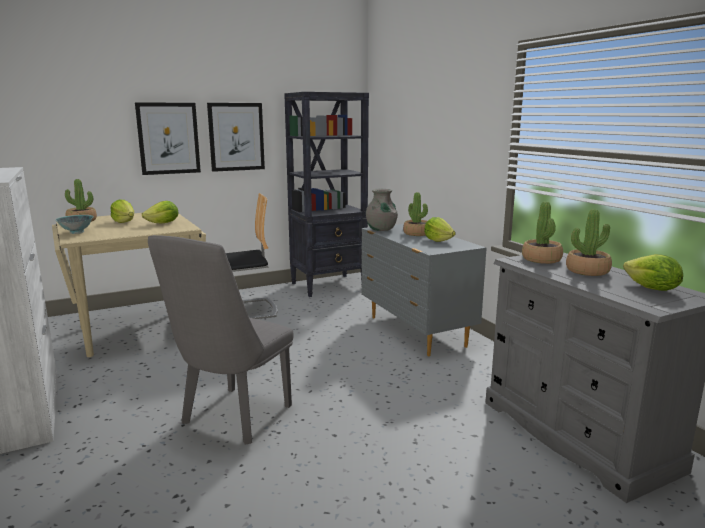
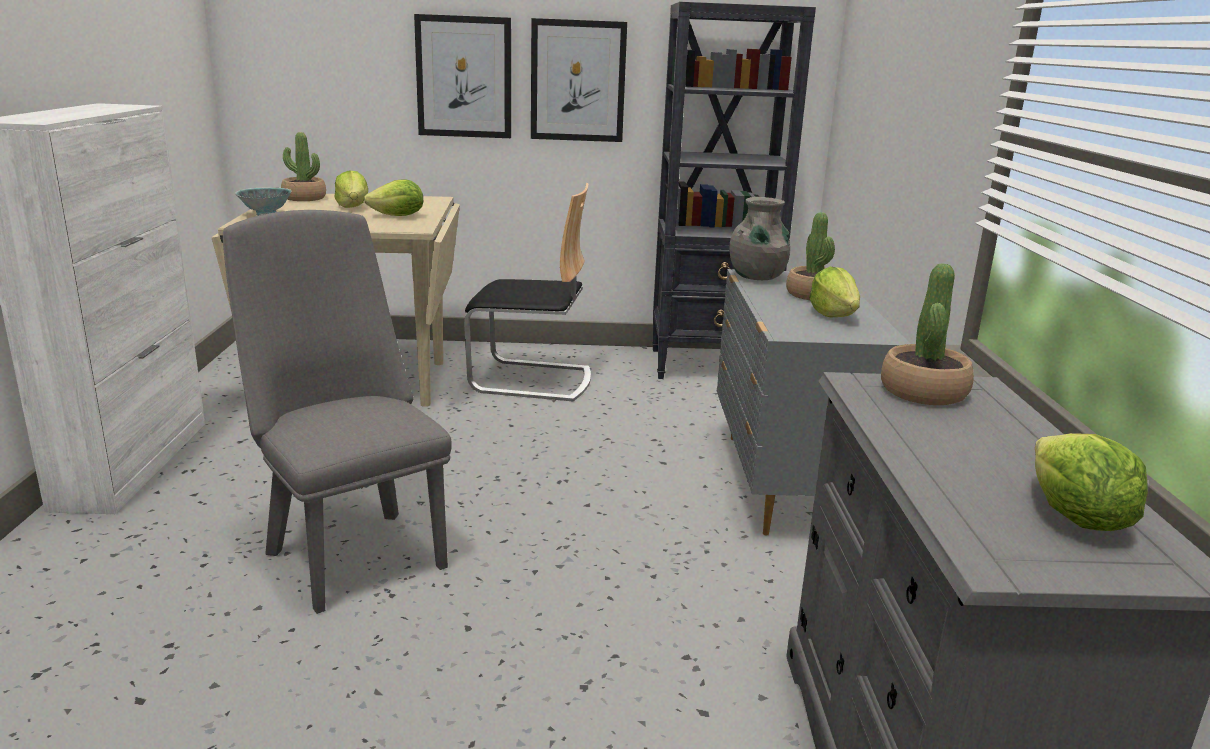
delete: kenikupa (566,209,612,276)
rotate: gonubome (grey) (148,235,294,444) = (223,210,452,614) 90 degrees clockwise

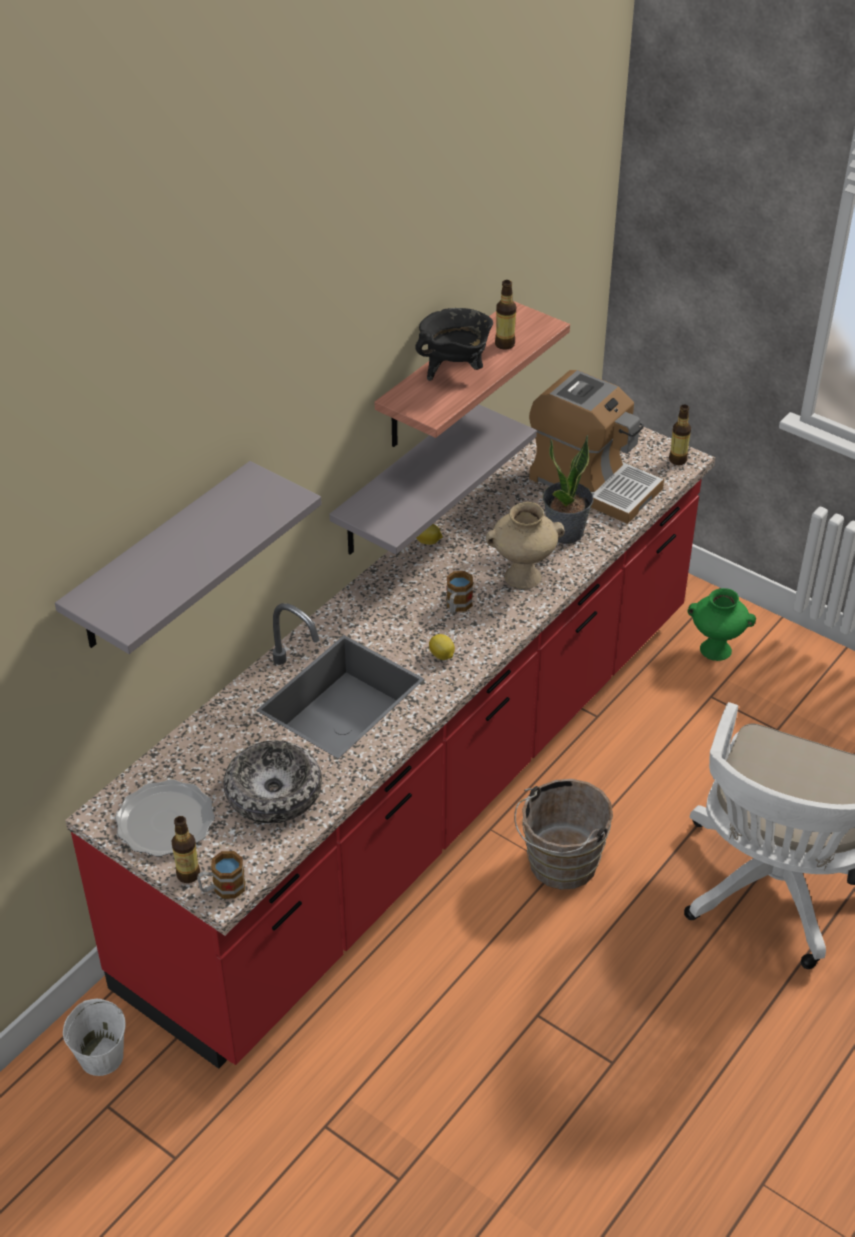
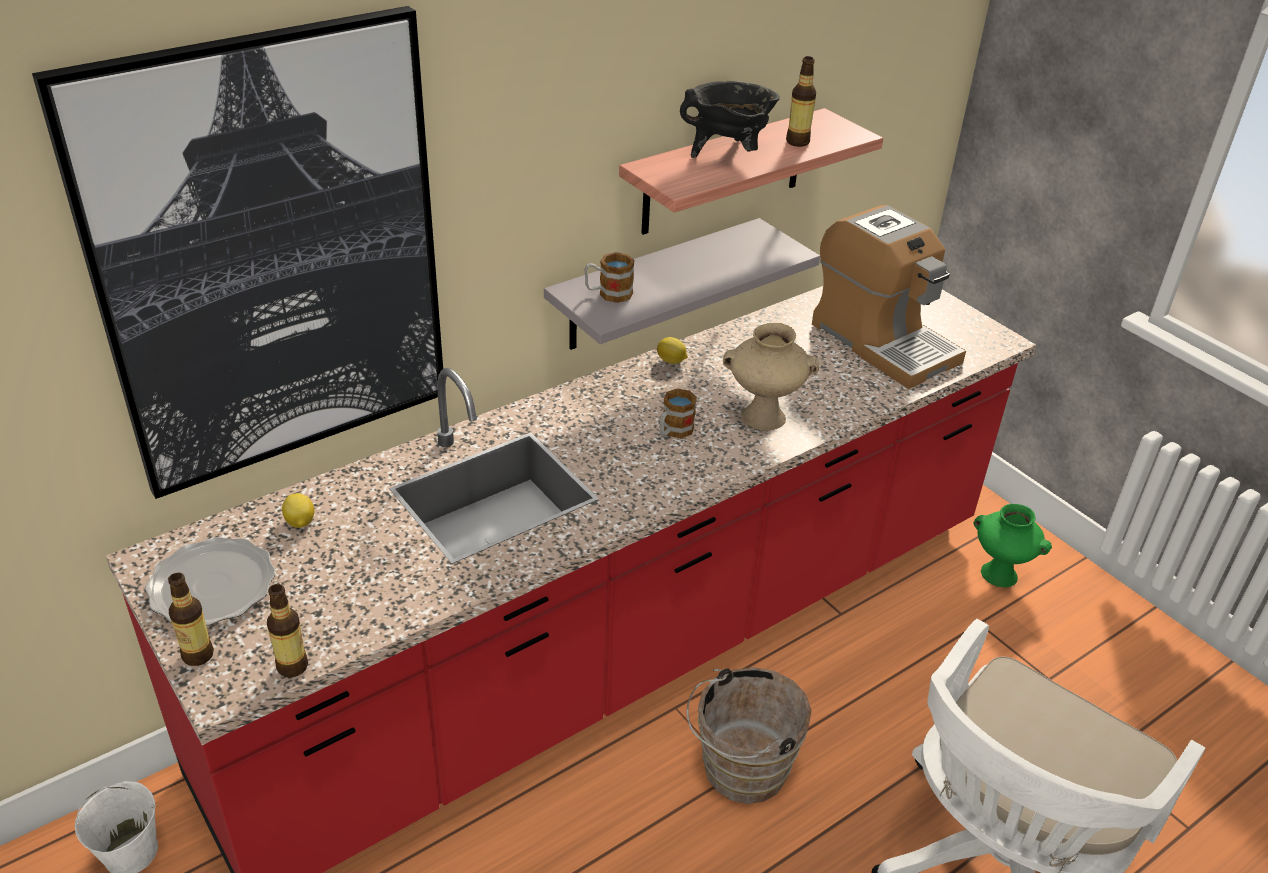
delete: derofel (224,740,322,823); kenikupa (543,435,593,544)
move: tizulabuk (197,851,246,899) to (584,252,635,303); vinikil (429,634,455,660) to (282,493,314,528); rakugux (669,405,691,465) to (267,584,308,678)
replace: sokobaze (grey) (55,461,322,654) to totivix (32,6,443,499)

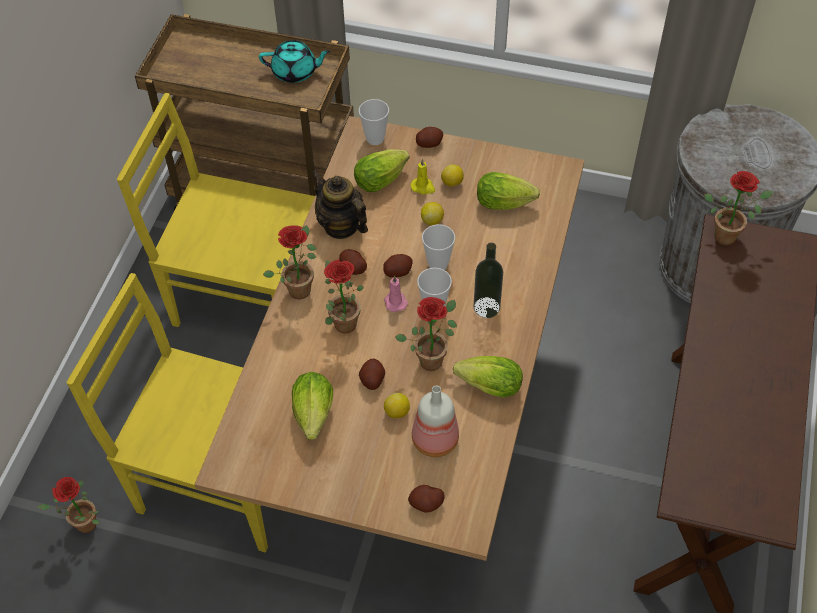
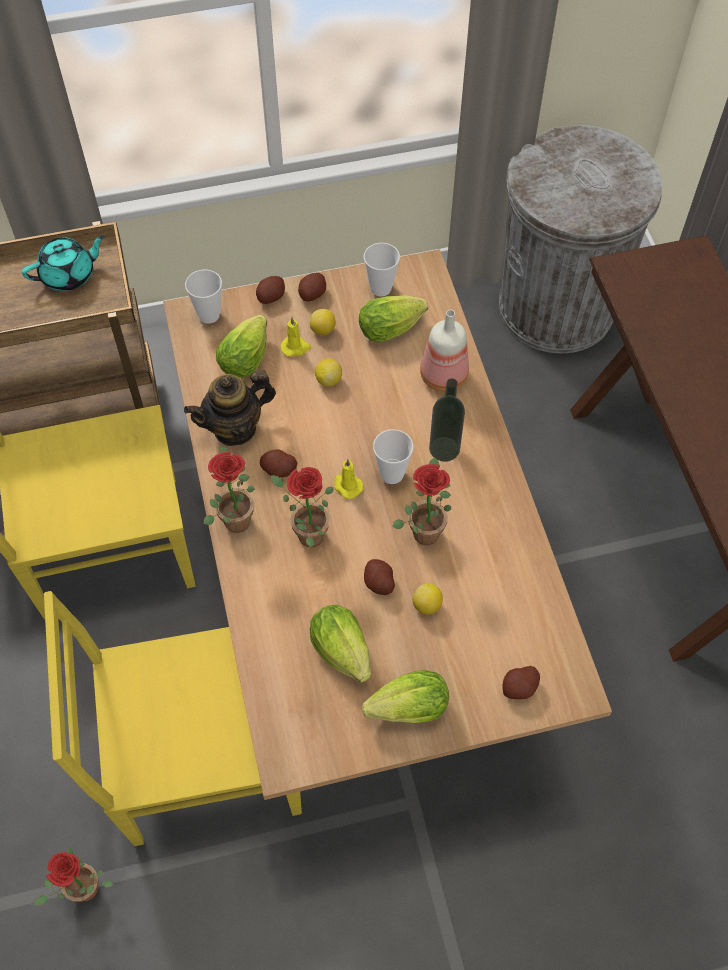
delete: kenikupa (704,171,773,245)
move: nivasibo (383,254,413,277) to (298,273,326,301); rakugux (412,385,459,457) to (420,310,469,392); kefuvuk (422,224,455,270) to (364,243,400,297); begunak (453,356,523,398) to (362,670,449,723)
recolor: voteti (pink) (384,275,408,312) to voteti (yellow) (334,459,363,499)
rotate: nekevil (312,170,368,239) = (184,370,276,446) 45 degrees counterclockwise

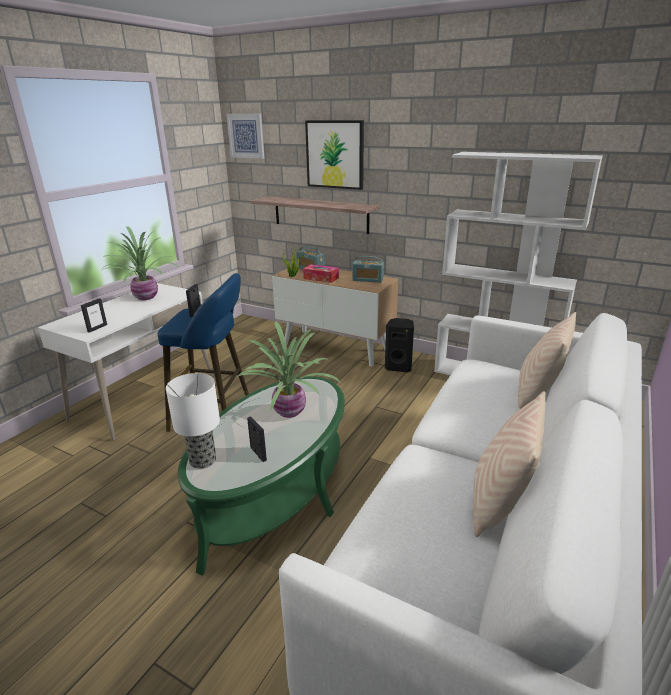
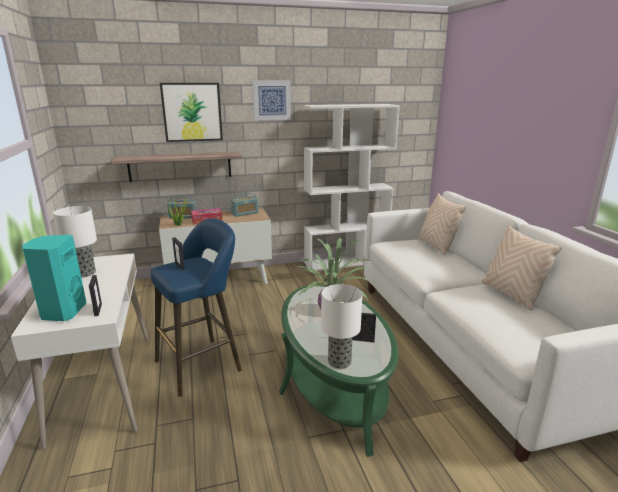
delete: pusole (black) (385,318,414,372)
insert: pusole (turquoise) (22,234,87,321)
move: totivix (226,114,264,159) to (252,80,291,120)
replace: kenikupa (102,226,180,300) to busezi (53,206,97,277)

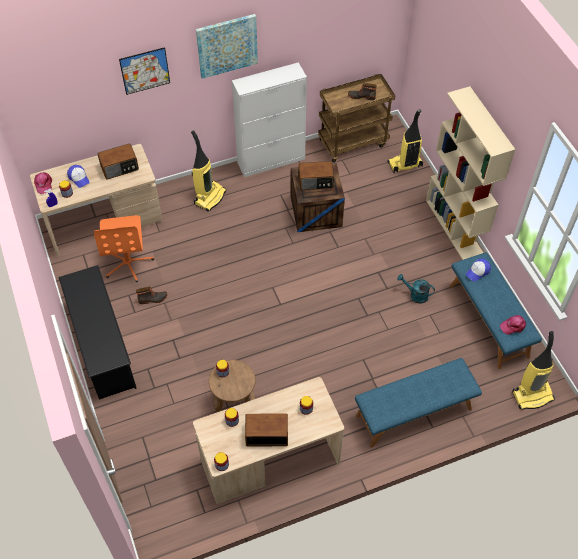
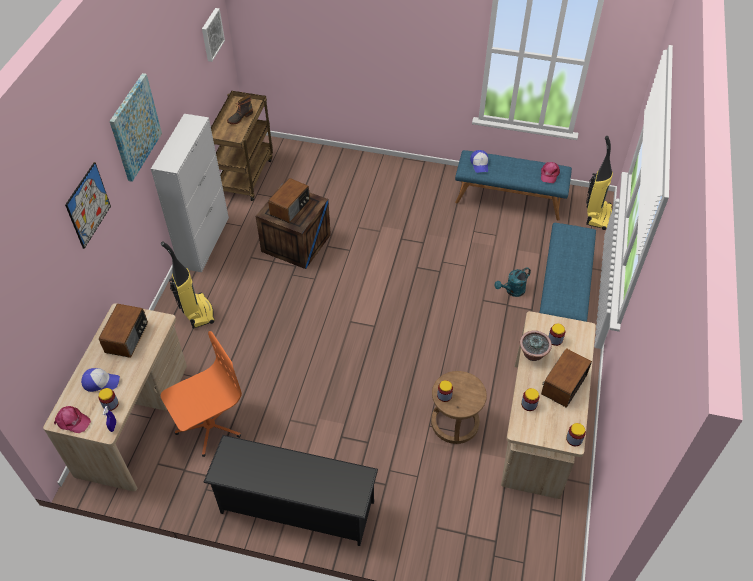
delete: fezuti (136,287,167,304); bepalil (388,109,423,173); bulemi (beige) (426,86,515,260)
insert: totivix (202,8,225,62); kenikupa (520,330,552,361)
move: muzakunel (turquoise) (397,274,435,304) to (494,267,531,297)
rotate: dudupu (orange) (94,215,154,282) = (161,331,242,457) 60 degrees counterclockwise

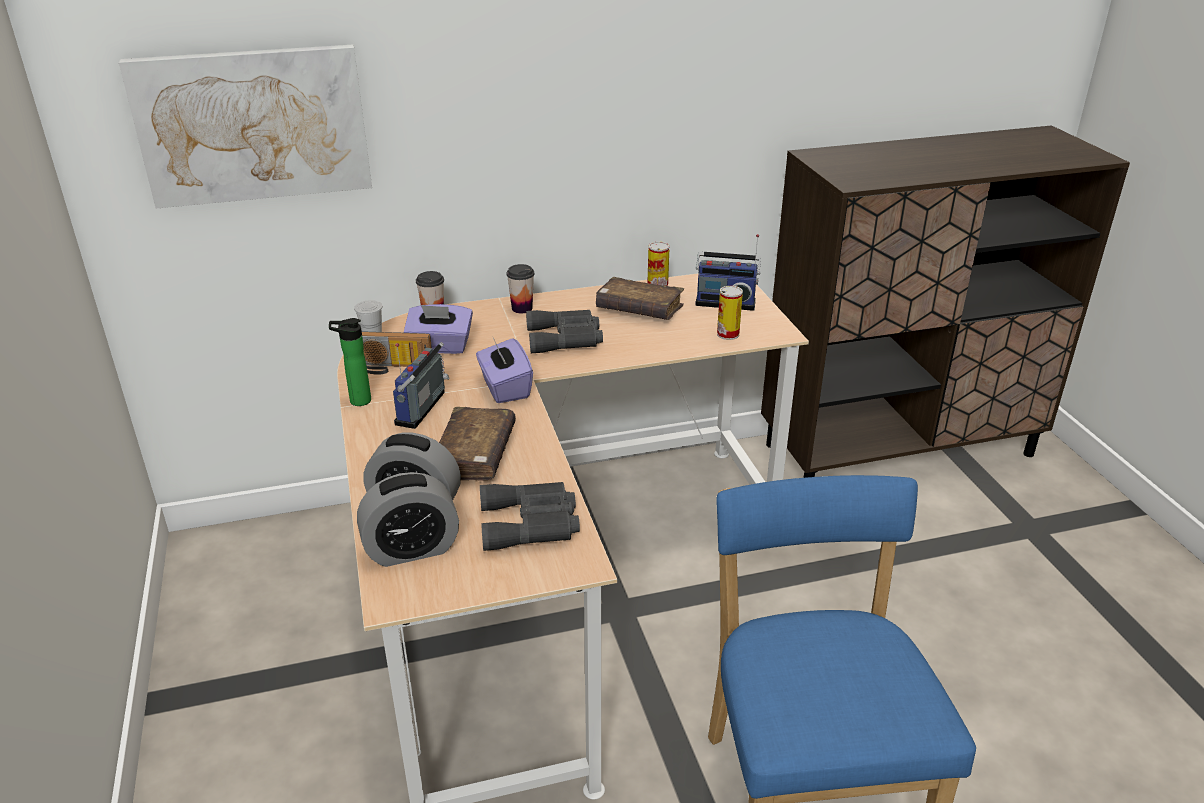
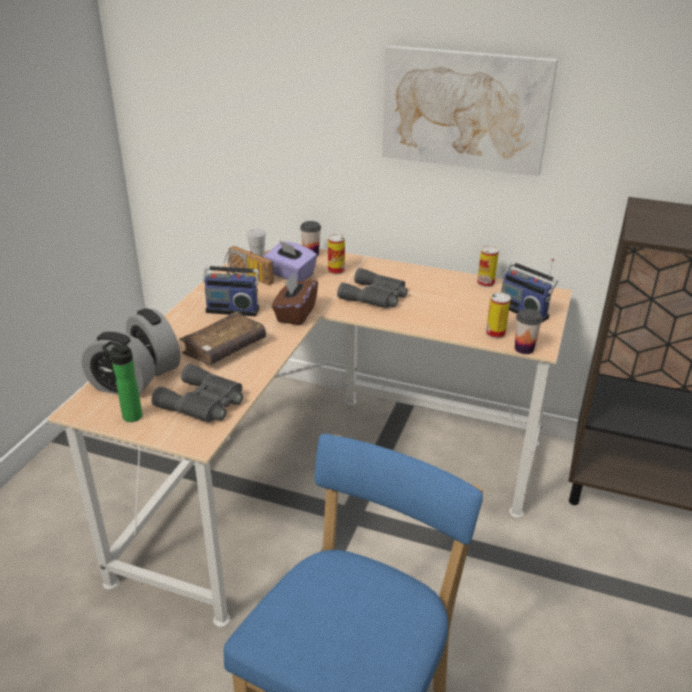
delete: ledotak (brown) (596,277,684,320)
insert: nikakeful (328,234,345,275)
move: totivix (119,45,372,209) to (382,45,558,176); rakugux (329,318,371,406) to (102,341,142,422); kefuvuk (507,264,534,313) to (515,309,543,354)
recolor: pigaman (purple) (476,337,533,403) to pigaman (brown) (272,273,318,325)
rotate: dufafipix (393,342,449,429) = (203,251,259,316) 135 degrees counterclockwise

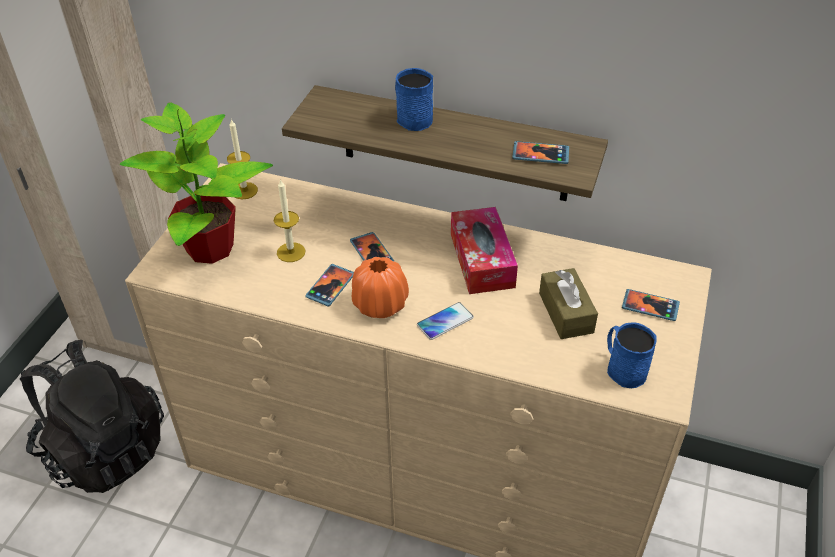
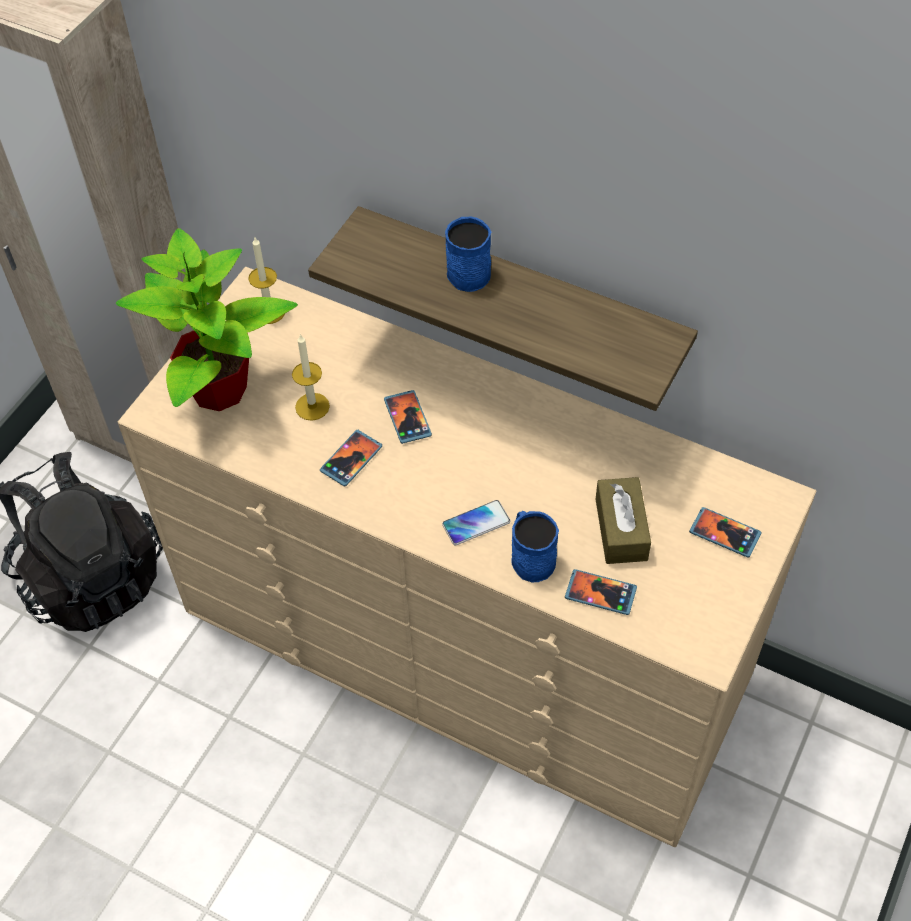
delete: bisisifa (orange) (352,257,409,318); pigaman (451,207,518,294)
move: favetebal (512,141,569,164) to (565,569,637,615); tizulabuk (blue) (607,322,657,388) to (511,511,559,582)

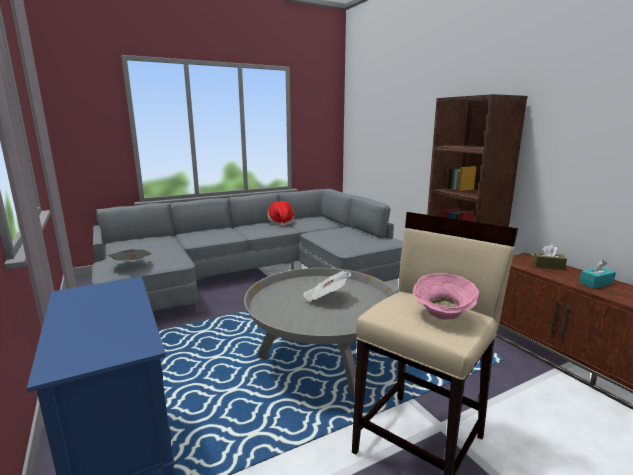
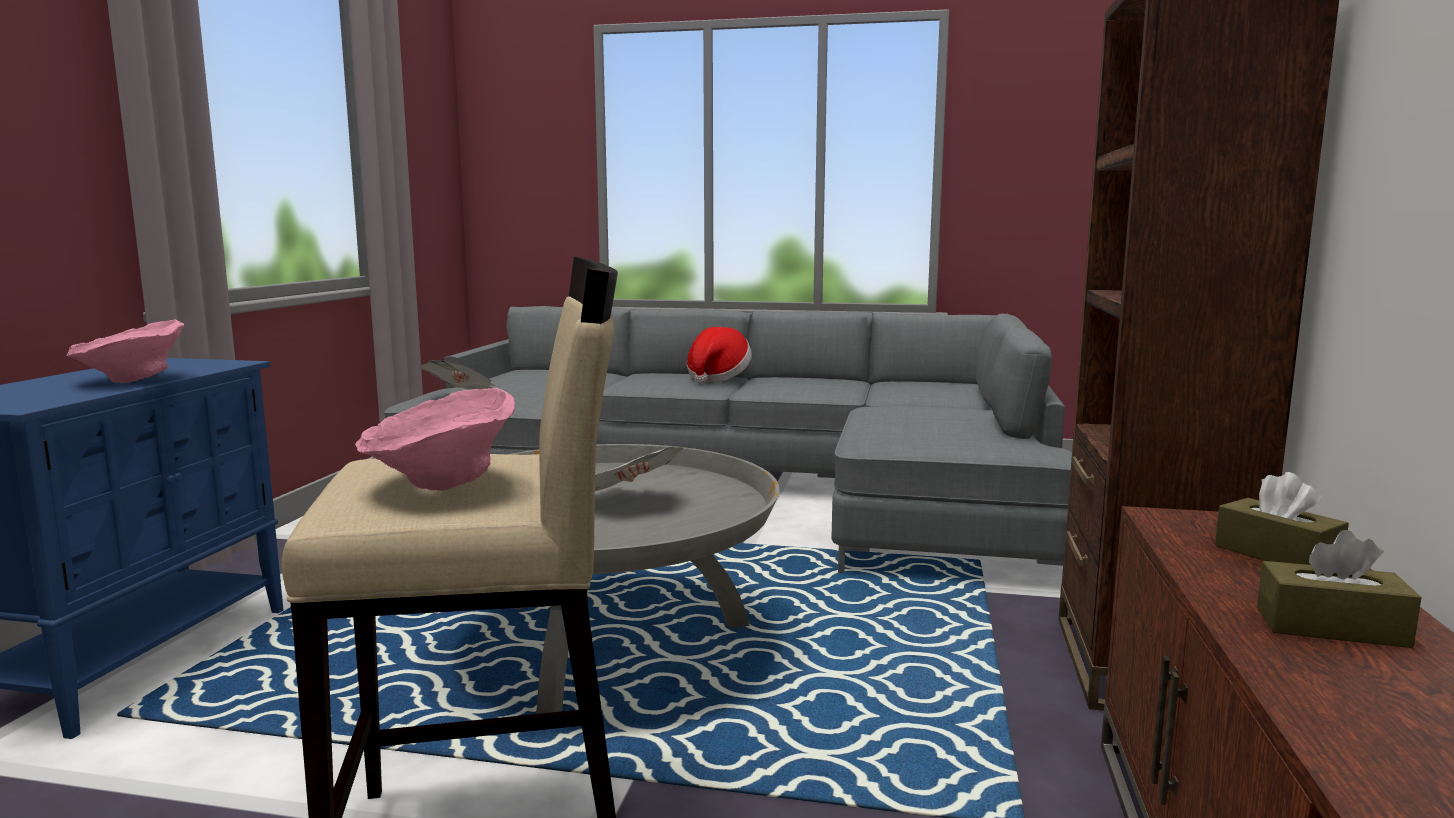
insert: derofel (pink) (66,319,184,383)
move: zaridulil (267,201,294,227) to (687,327,752,383)
recolor: pigaman (turquoise) (579,260,616,289) to pigaman (brown) (1257,530,1422,648)

